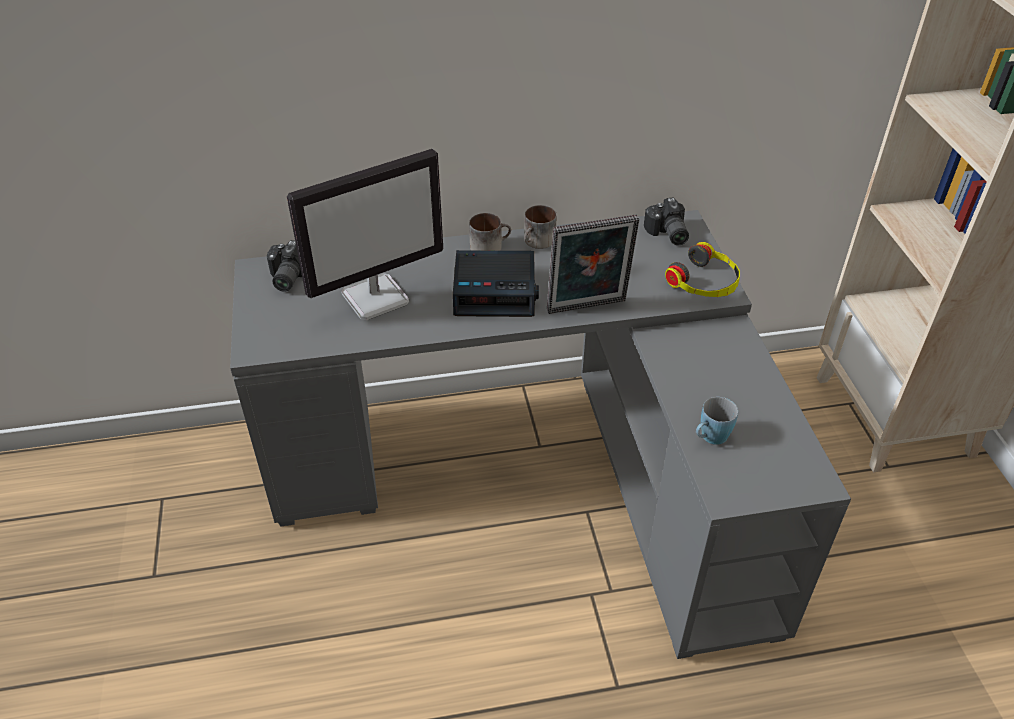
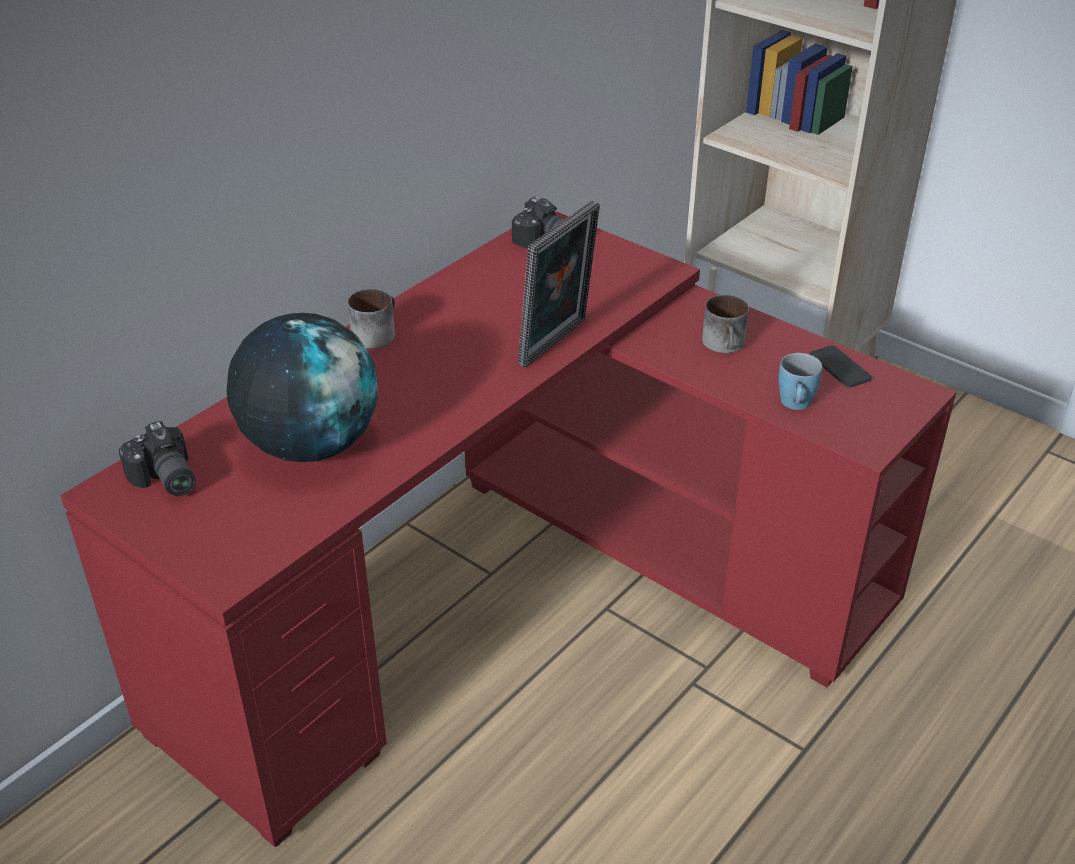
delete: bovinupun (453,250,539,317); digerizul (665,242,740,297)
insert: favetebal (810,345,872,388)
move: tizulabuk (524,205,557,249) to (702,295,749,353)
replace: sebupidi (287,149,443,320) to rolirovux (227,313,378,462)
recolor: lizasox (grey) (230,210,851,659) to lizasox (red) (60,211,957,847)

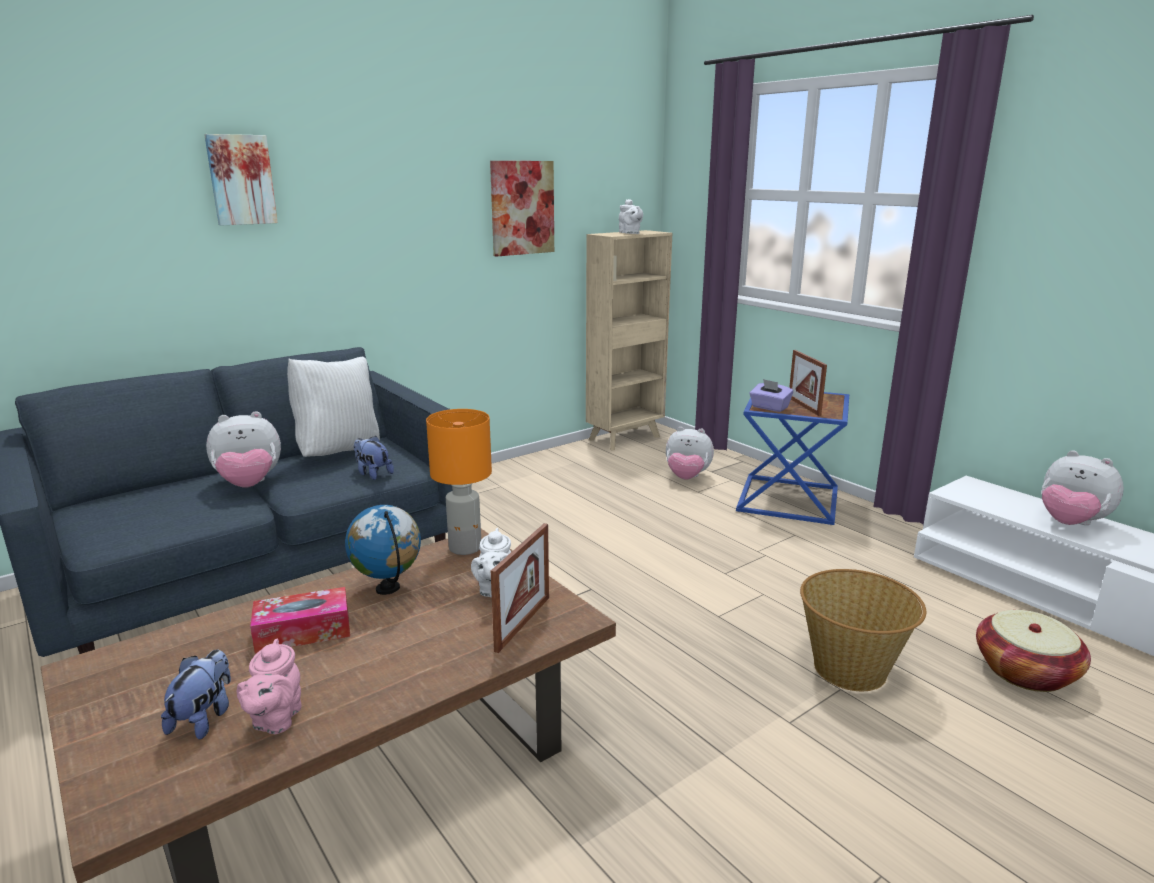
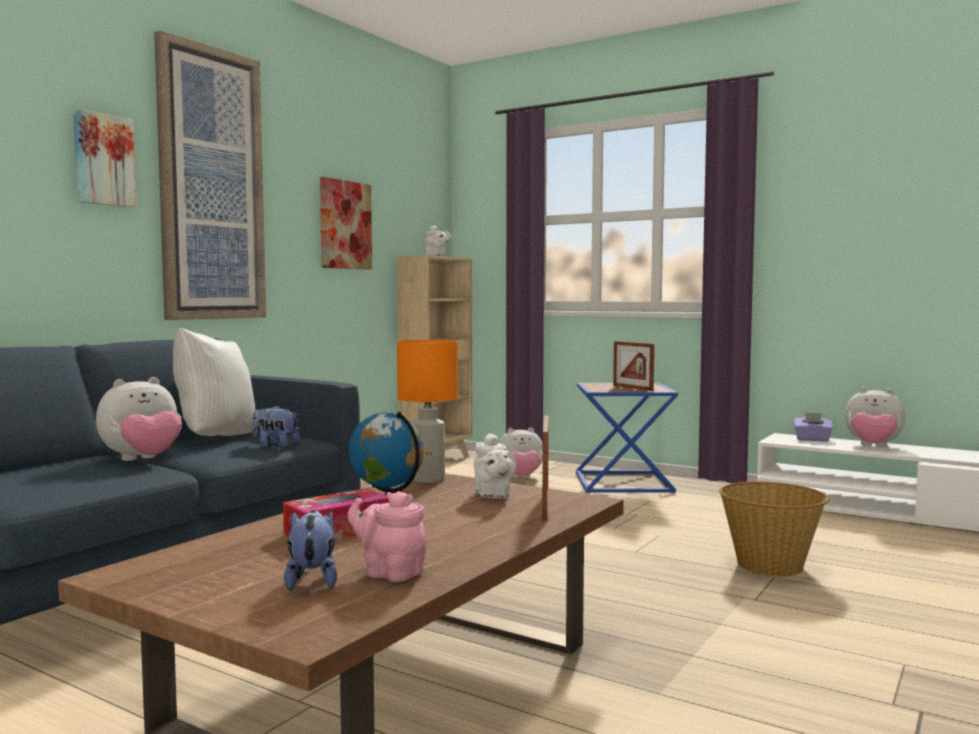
delete: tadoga (976,610,1091,692)
insert: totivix (154,30,266,320)
move: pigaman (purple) (750,379,793,412) to (794,412,833,442)
rotate: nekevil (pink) (236,639,302,734) = (347,491,426,582) 135 degrees clockwise

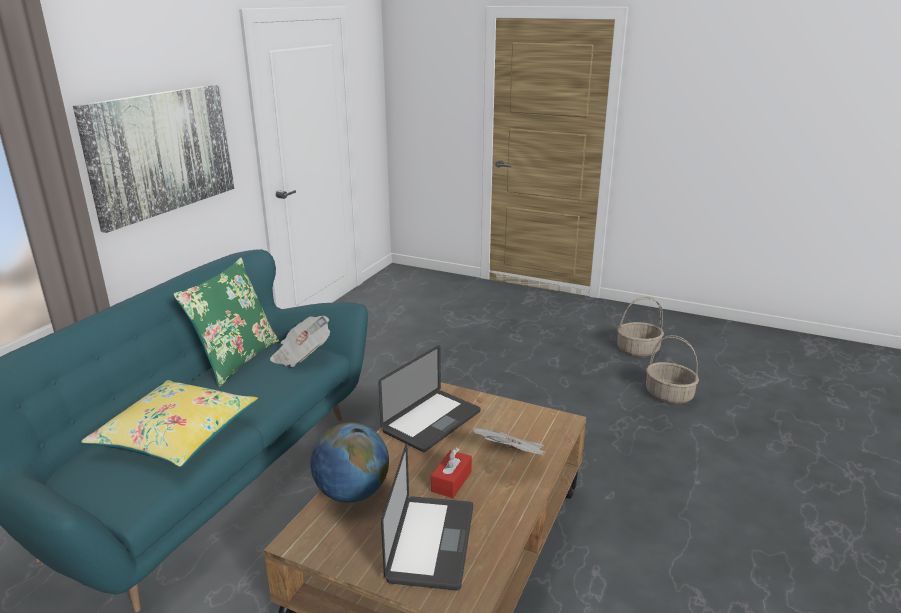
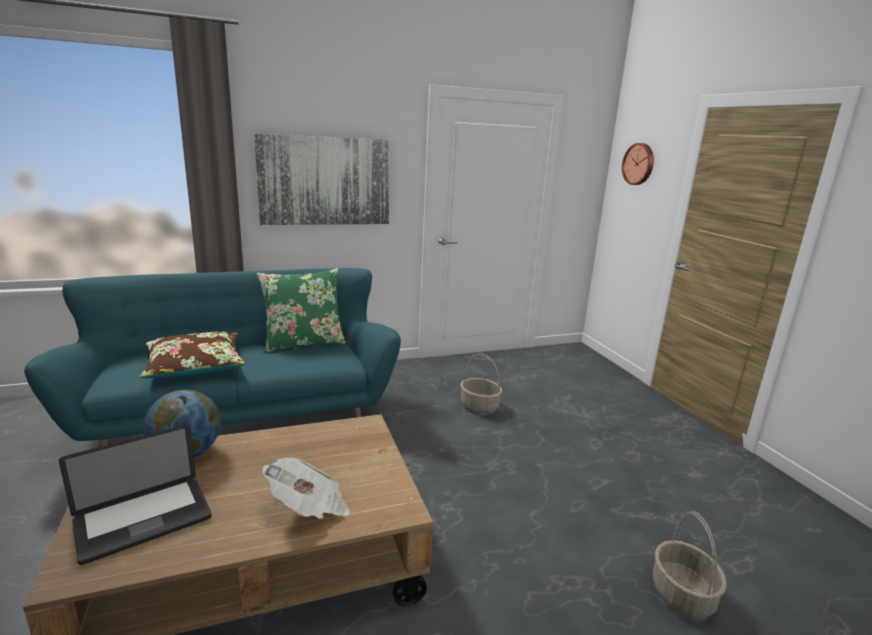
delete: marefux (270,316,330,367); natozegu (378,345,481,452); pigaman (red) (431,448,472,498)
insert: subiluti (622,143,654,185)
move: tadoga (617,297,664,357) to (460,353,502,413)
recolor: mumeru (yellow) (81,380,258,467) to mumeru (brown) (139,332,245,378)

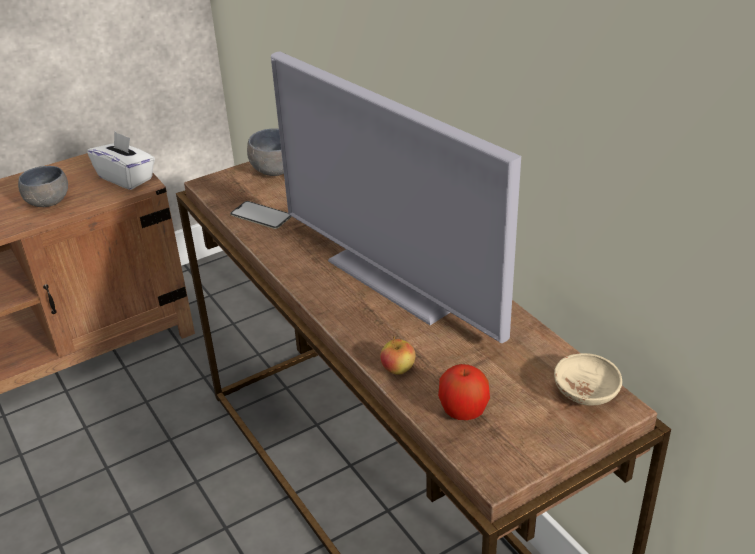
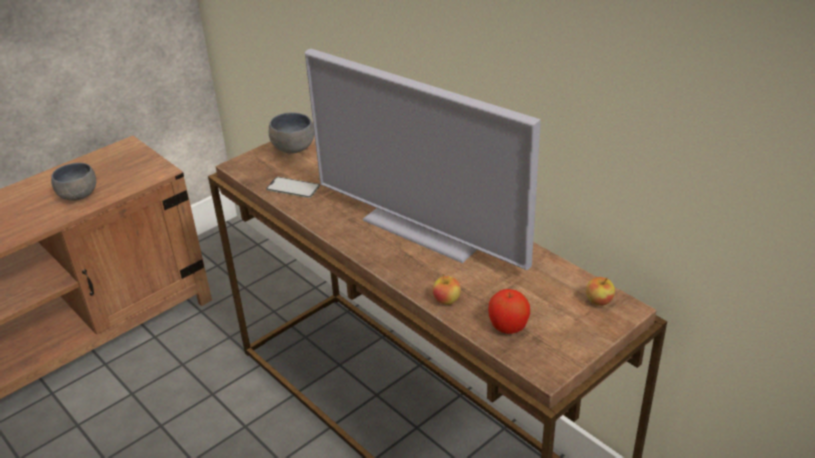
delete: pigaman (white) (87,131,155,190)
replace: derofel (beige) (554,353,622,406) to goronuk (586,277,615,306)

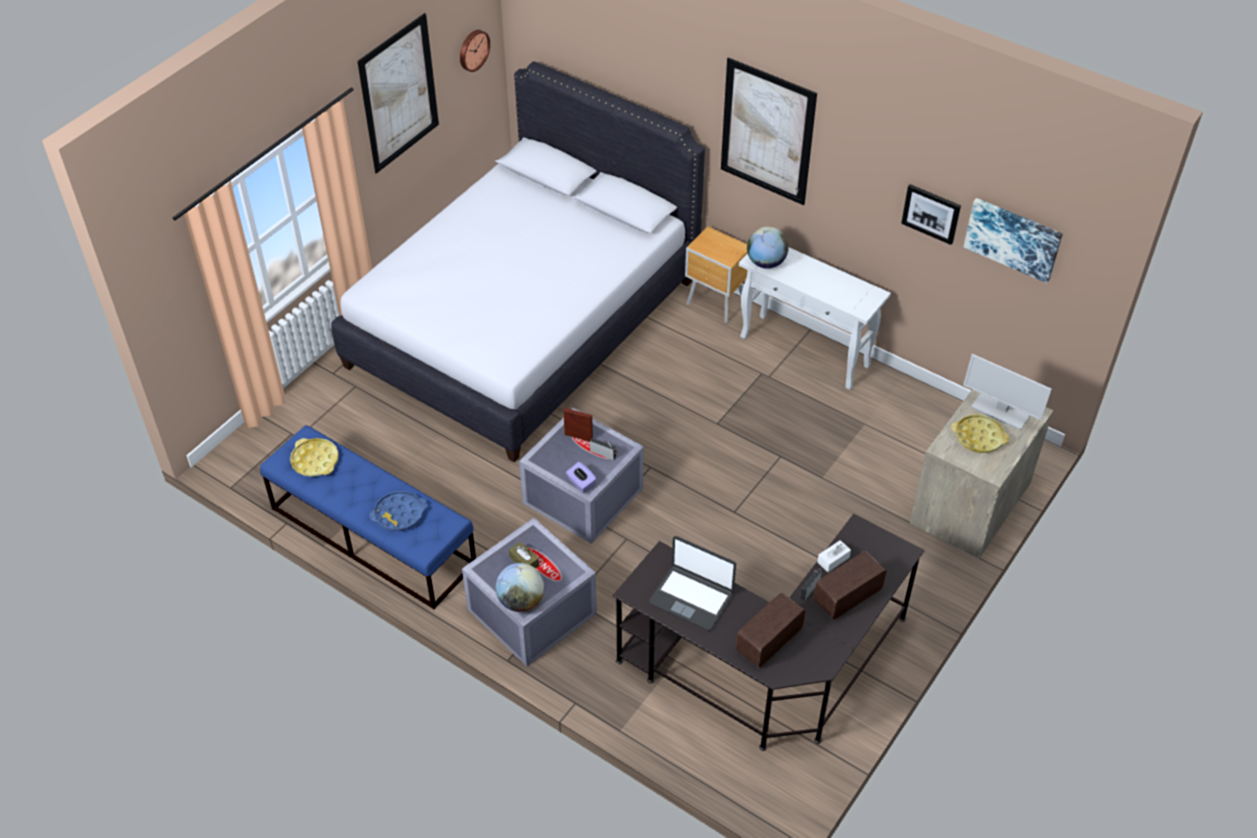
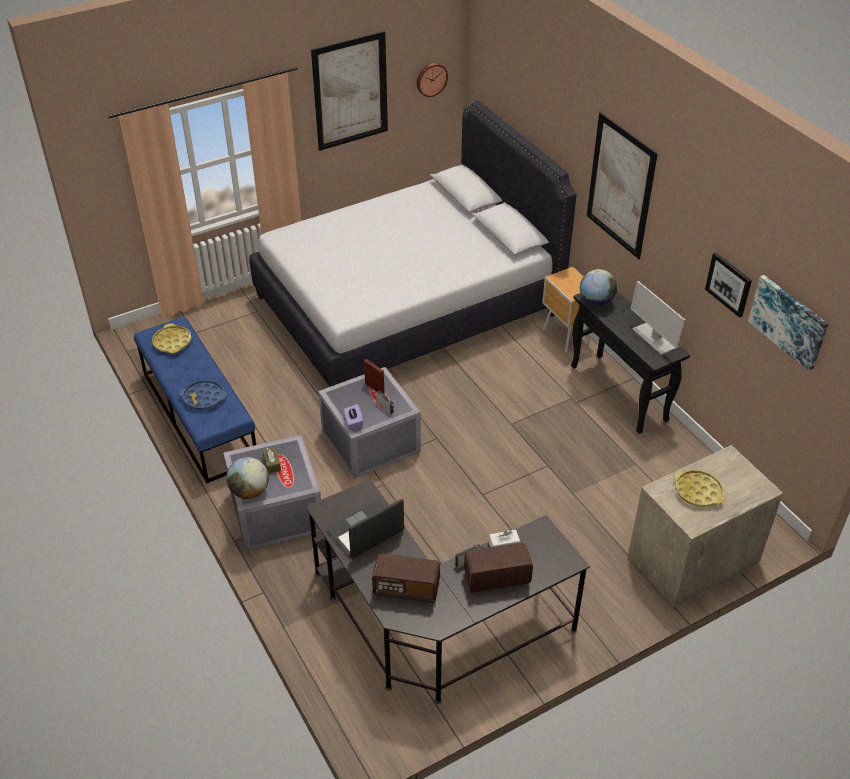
move: sebupidi (963,354,1052,430) to (630,281,685,355)
recolor: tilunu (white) (739,247,891,390) to tilunu (black) (571,291,690,434)
rotate: natozegu (649,536,736,631) = (327,499,404,558) 90 degrees clockwise; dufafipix (736,592,805,668) = (372,553,440,602) 150 degrees counterclockwise

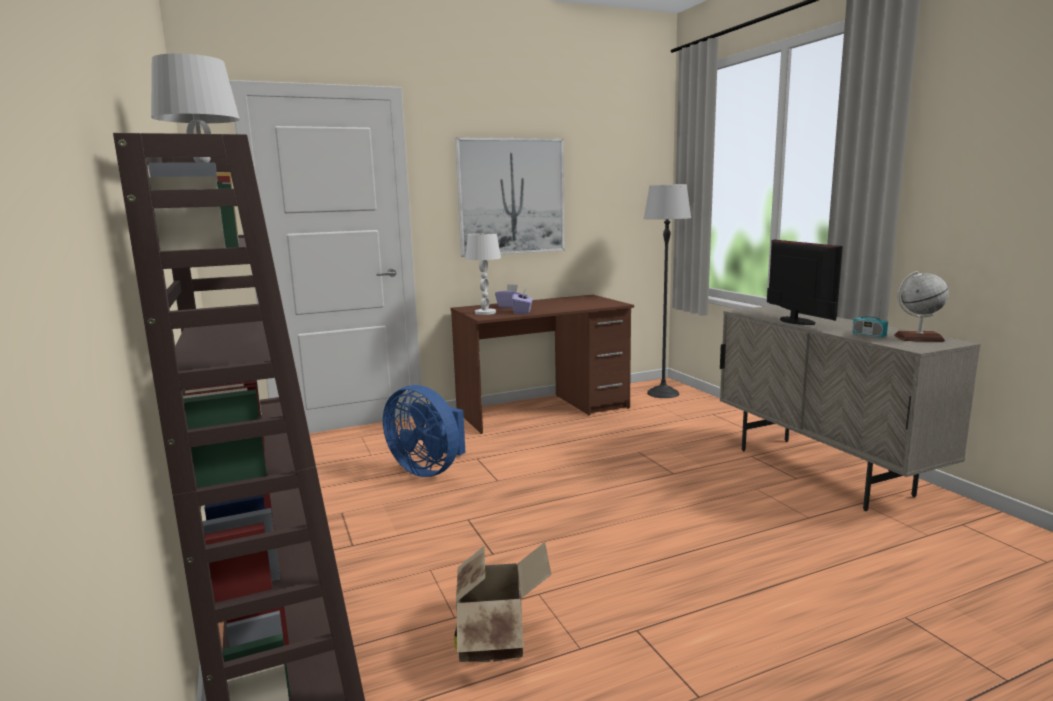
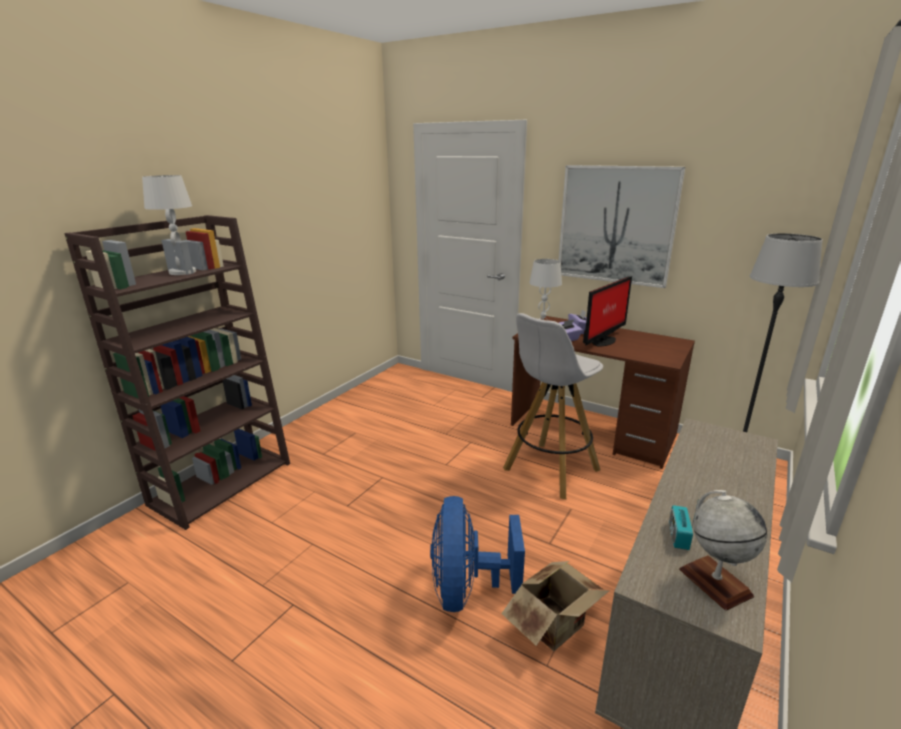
insert: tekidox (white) (503,313,603,499)
move: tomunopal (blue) (383,385,465,477) to (430,496,525,612); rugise (454,542,551,662) to (501,561,610,651); sebupidi (767,239,843,325) to (583,276,632,347)

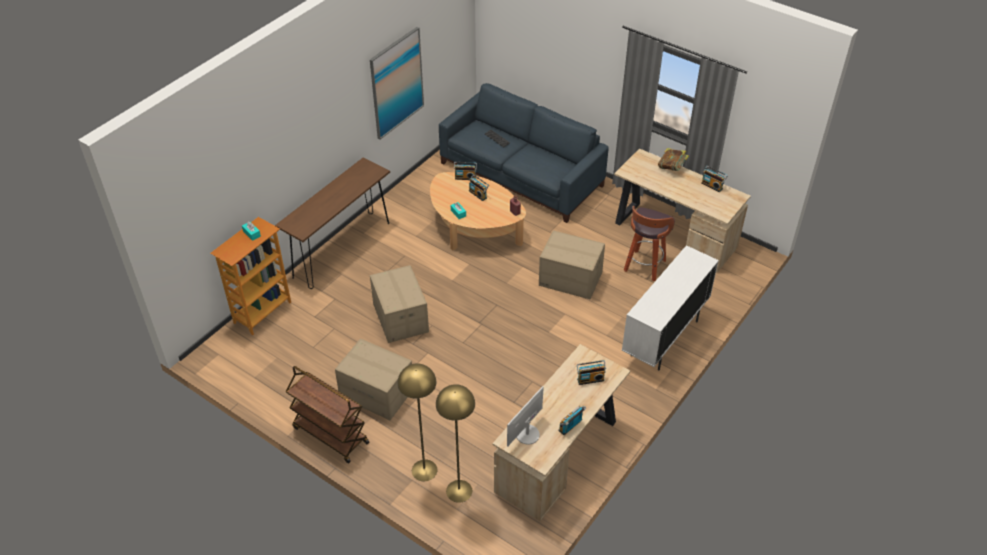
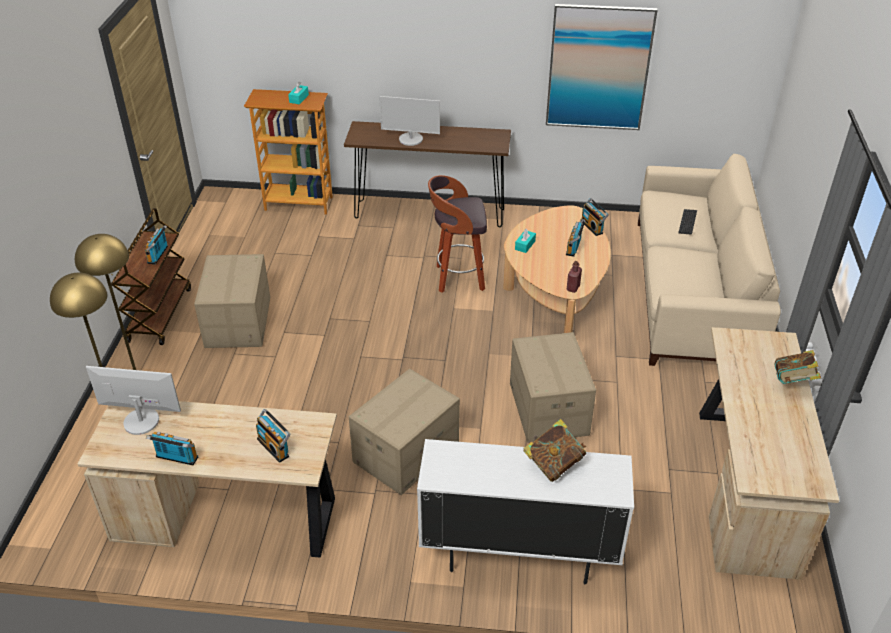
insert: sebupidi (379,96,440,146); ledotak (523,419,586,482)
move: rugise (370,265,429,343) to (349,369,460,495); tekidox (624,206,675,281) to (428,175,487,293); dufafipix (701,166,727,192) to (145,225,168,265)
recolor: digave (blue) (439,83,609,223) to digave (beige) (638,154,781,366)

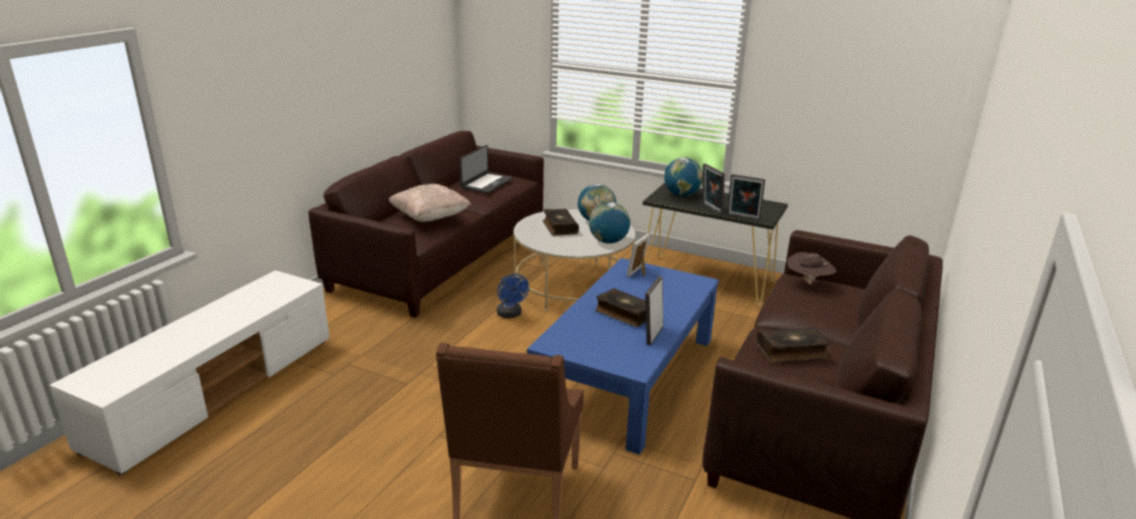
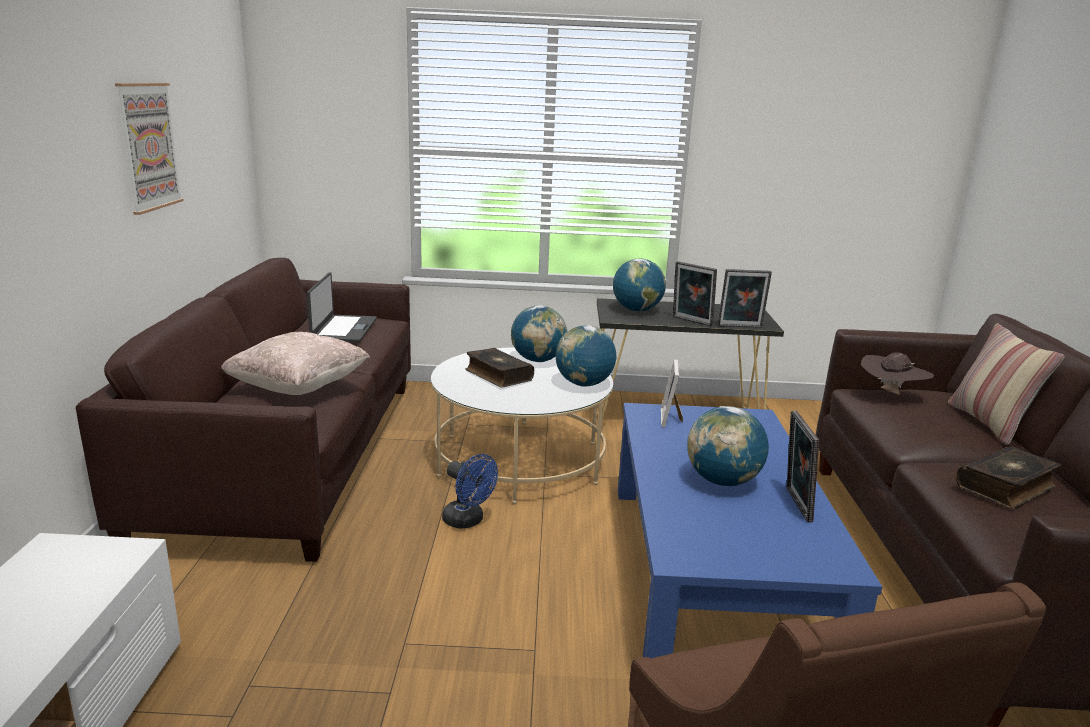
insert: totivix (115,83,184,215); mumeru (948,323,1065,445)
replace: ledotak (595,288,646,327) to rolirovux (687,406,769,486)

